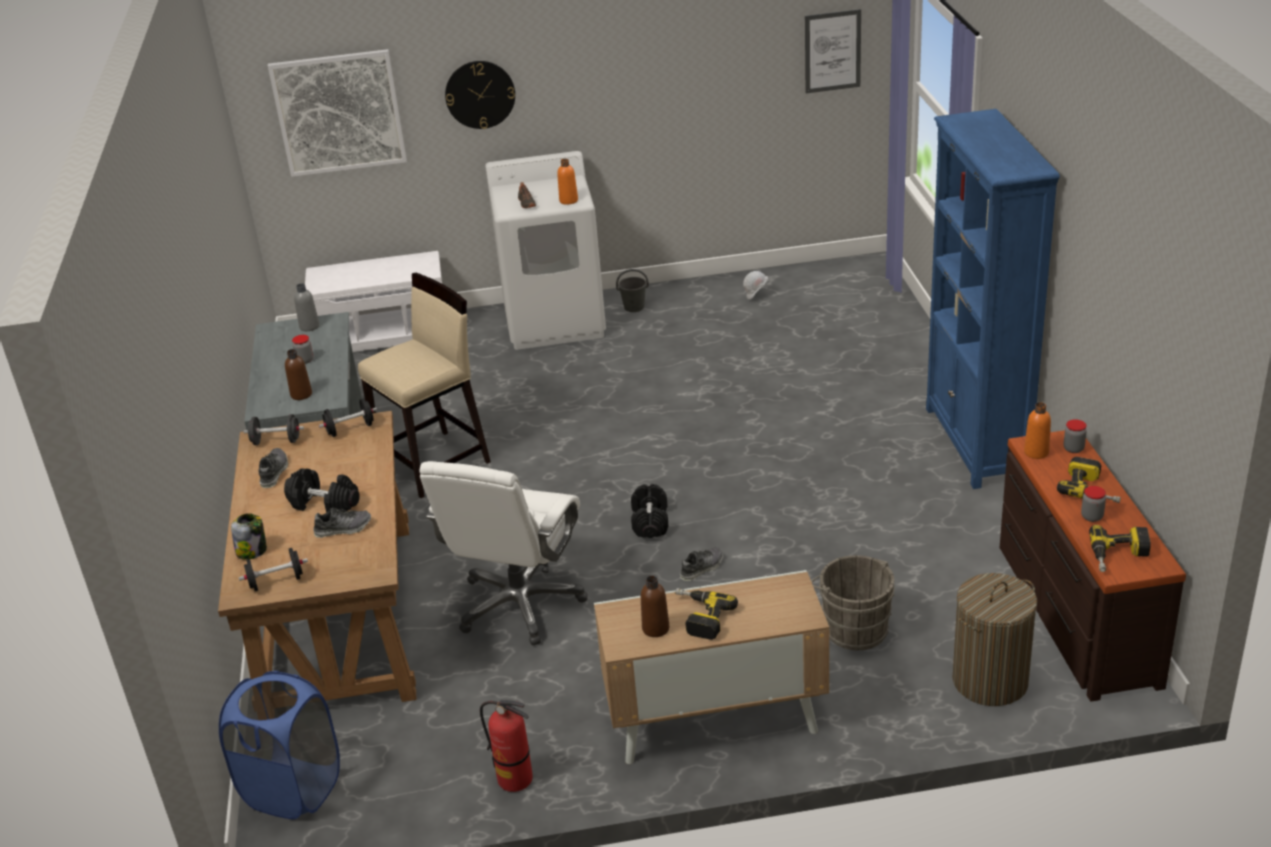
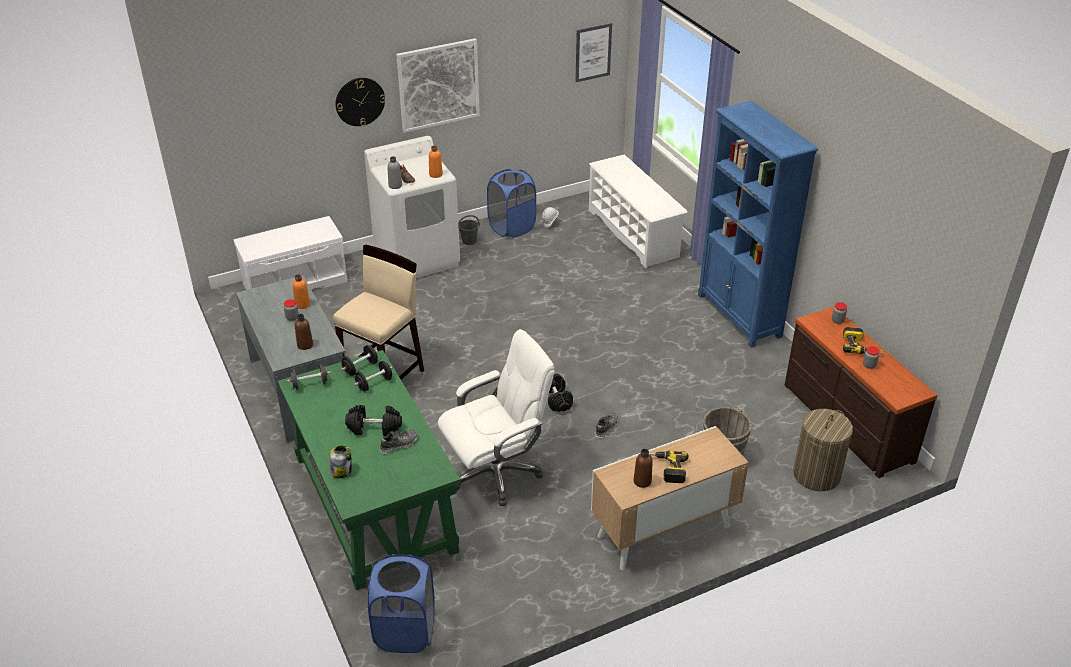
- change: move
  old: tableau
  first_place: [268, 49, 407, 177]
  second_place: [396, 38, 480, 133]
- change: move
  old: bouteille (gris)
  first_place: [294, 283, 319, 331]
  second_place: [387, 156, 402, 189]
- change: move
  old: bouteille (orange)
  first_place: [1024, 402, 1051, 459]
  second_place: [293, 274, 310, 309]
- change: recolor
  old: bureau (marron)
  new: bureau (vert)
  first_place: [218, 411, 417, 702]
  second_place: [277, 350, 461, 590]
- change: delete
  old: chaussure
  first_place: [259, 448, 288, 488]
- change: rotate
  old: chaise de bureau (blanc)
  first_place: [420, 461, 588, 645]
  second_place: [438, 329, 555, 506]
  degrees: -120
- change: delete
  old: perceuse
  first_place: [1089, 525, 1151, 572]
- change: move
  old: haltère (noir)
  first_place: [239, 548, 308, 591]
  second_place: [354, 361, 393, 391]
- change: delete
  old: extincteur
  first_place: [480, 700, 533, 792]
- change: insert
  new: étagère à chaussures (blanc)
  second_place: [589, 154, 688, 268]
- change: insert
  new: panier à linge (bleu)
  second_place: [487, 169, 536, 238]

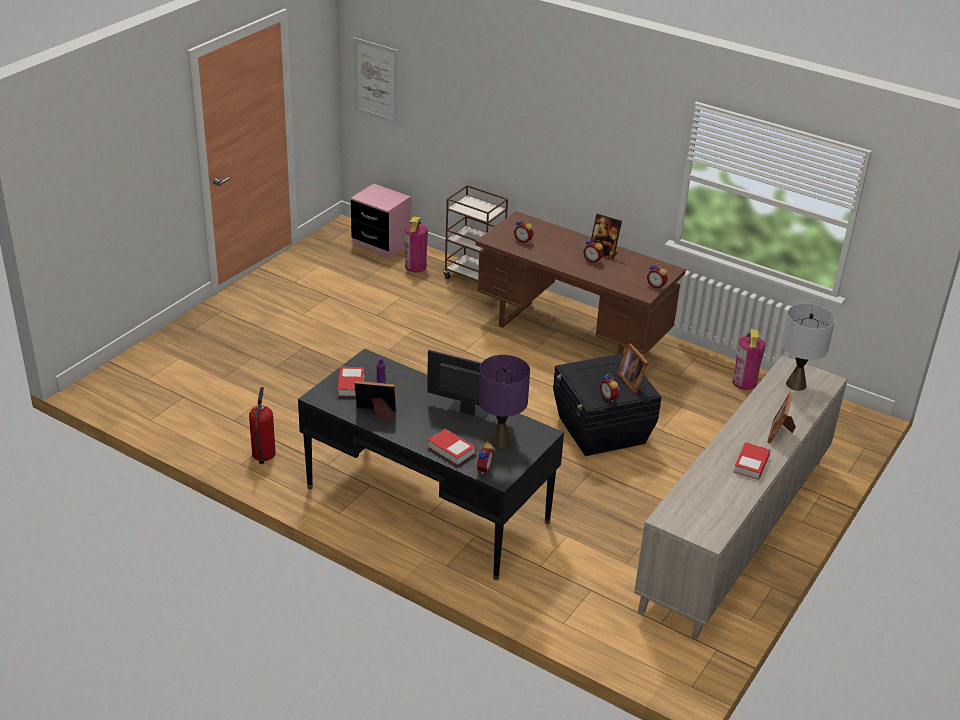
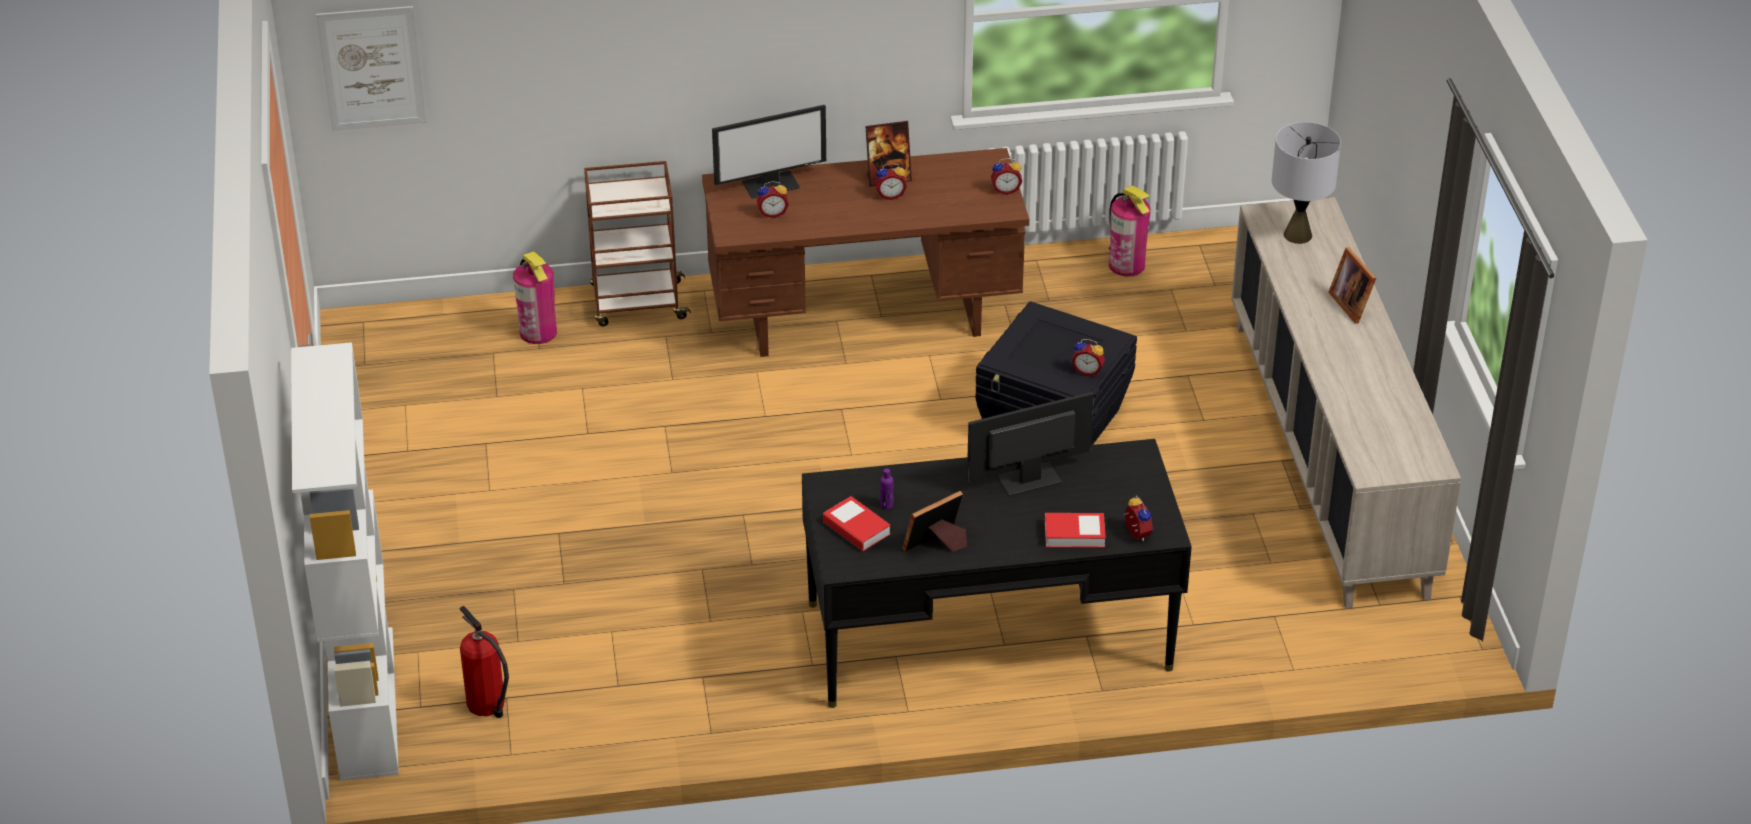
- change: delete
  old: table de chevet (rose)
  first_place: [351, 184, 411, 258]
- change: delete
  old: cadre photo
  first_place: [617, 343, 648, 393]
- change: delete
  old: lampe de table (violet)
  first_place: [478, 355, 530, 448]
- change: move
  old: extincteur
  first_place: [249, 387, 276, 464]
  second_place: [460, 606, 509, 718]
- change: delete
  old: livre
  first_place: [734, 442, 770, 480]
- change: insert
  new: écran d'ordinateur
  second_place: [712, 105, 826, 199]
- change: insert
  new: bibliothèque (blanc)
  second_place: [291, 342, 399, 781]

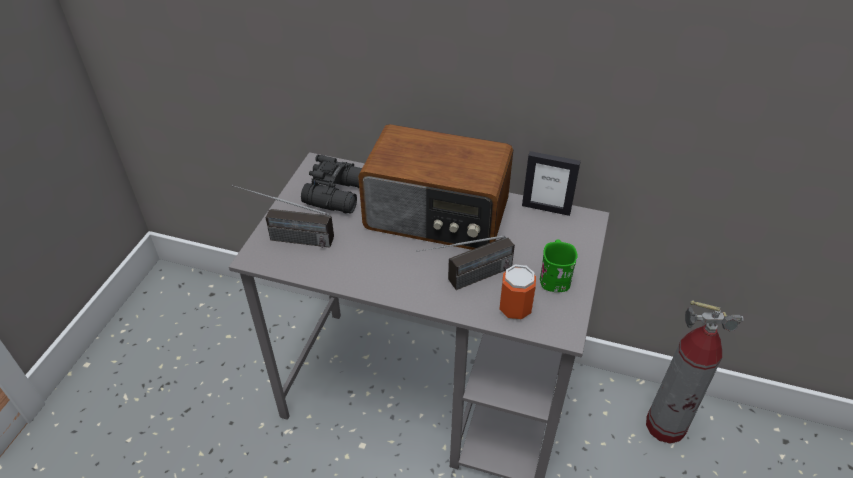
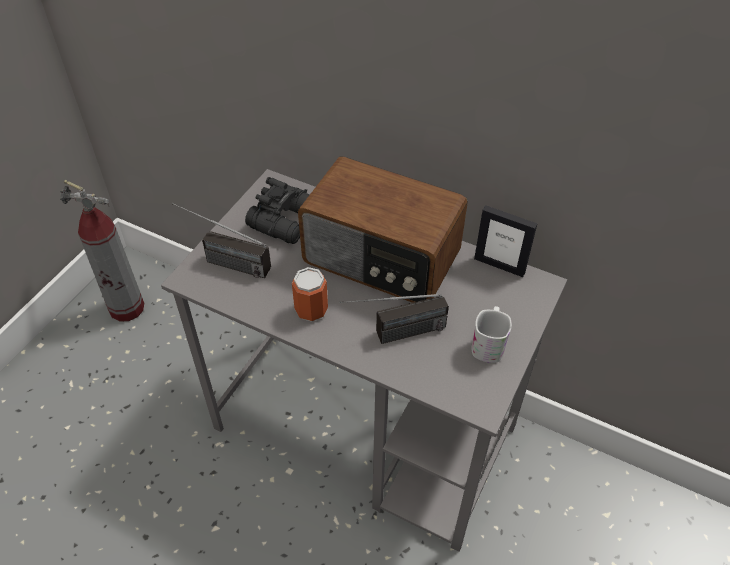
- change: recolor
  old: mug (vert)
  new: mug (blanc)
  first_place: [540, 240, 578, 292]
  second_place: [471, 306, 512, 363]
- change: move
  old: boîte métallique
  first_place: [499, 265, 536, 320]
  second_place: [292, 267, 328, 322]
- change: move
  old: extincteur
  first_place: [646, 300, 744, 444]
  second_place: [60, 180, 144, 322]

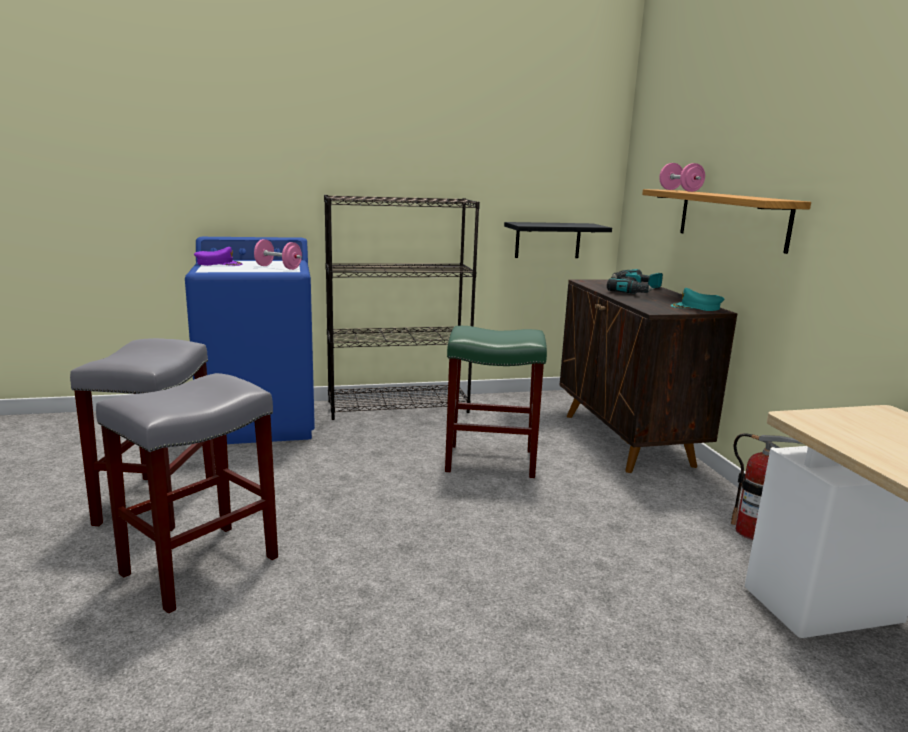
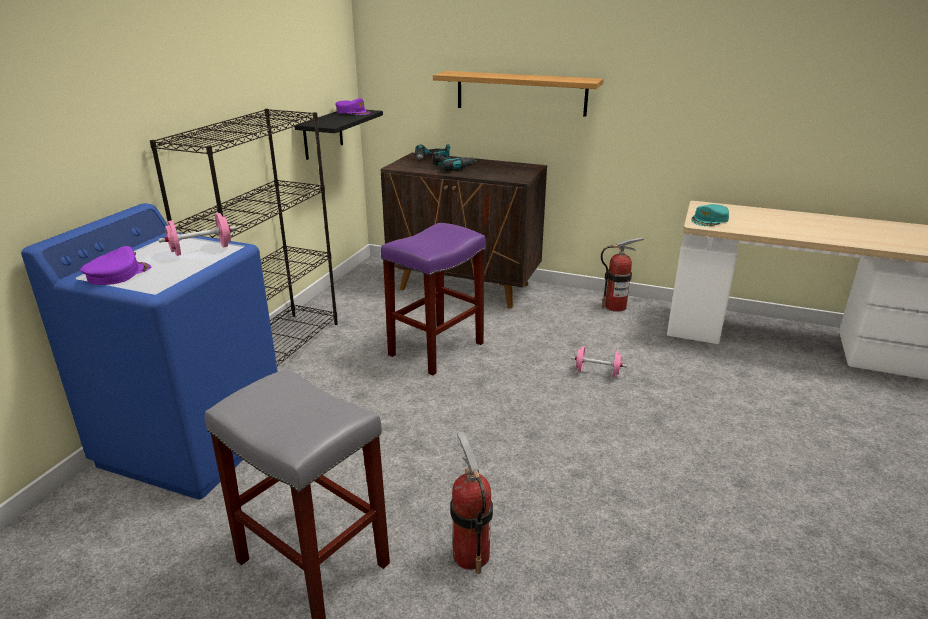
- change: move
  old: haltère (rose)
  first_place: [659, 163, 705, 192]
  second_place: [571, 346, 627, 378]
- change: move
  old: casquette (turquoise)
  first_place: [671, 288, 724, 311]
  second_place: [691, 204, 729, 226]
- change: recolor
  old: tabouret (vert)
  new: tabouret (violet)
  first_place: [445, 326, 547, 478]
  second_place: [381, 223, 486, 375]
- change: replace
  old: tabouret (gris)
  new: extincteur
  first_place: [96, 373, 278, 614]
  second_place: [450, 431, 493, 574]
- change: insert
  new: casquette (violet)
  second_place: [335, 98, 371, 115]

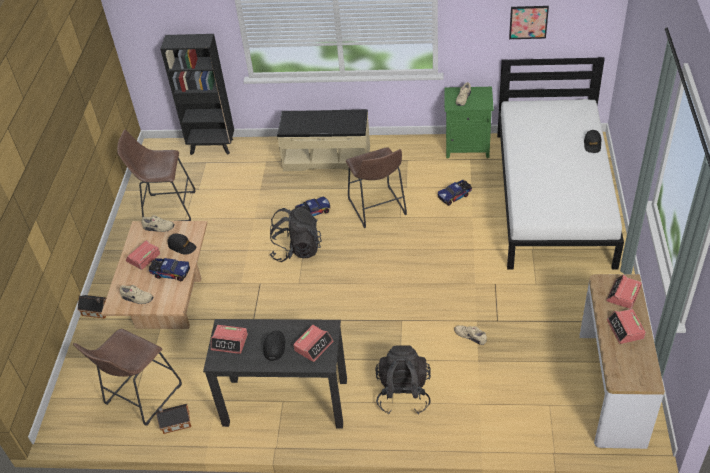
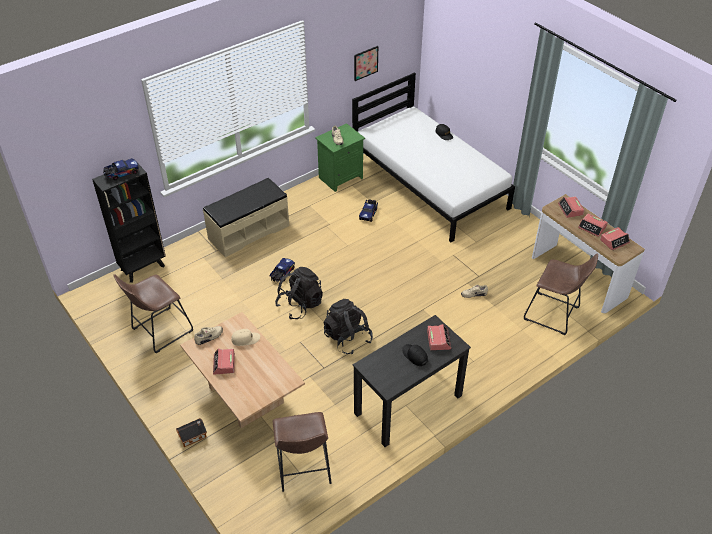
- change: move
  old: tabouret (marron)
  first_place: [346, 147, 407, 228]
  second_place: [524, 253, 598, 335]
- change: recolor
  old: casquette (noir)
  new: casquette (beige)
  first_place: [168, 233, 196, 255]
  second_place: [231, 329, 260, 346]
- change: move
  old: camion jouet
  first_place: [149, 258, 190, 281]
  second_place: [103, 158, 139, 180]
- change: delete
  old: chaussure (beige)
  first_place: [119, 285, 153, 304]
- change: move
  old: réveil
  first_place: [211, 325, 248, 354]
  second_place: [600, 227, 630, 251]
- change: move
  old: sac à dos (noir)
  first_place: [375, 345, 431, 414]
  second_place: [323, 299, 373, 354]
- change: delete
  old: maison miniature
  first_place: [156, 404, 191, 434]

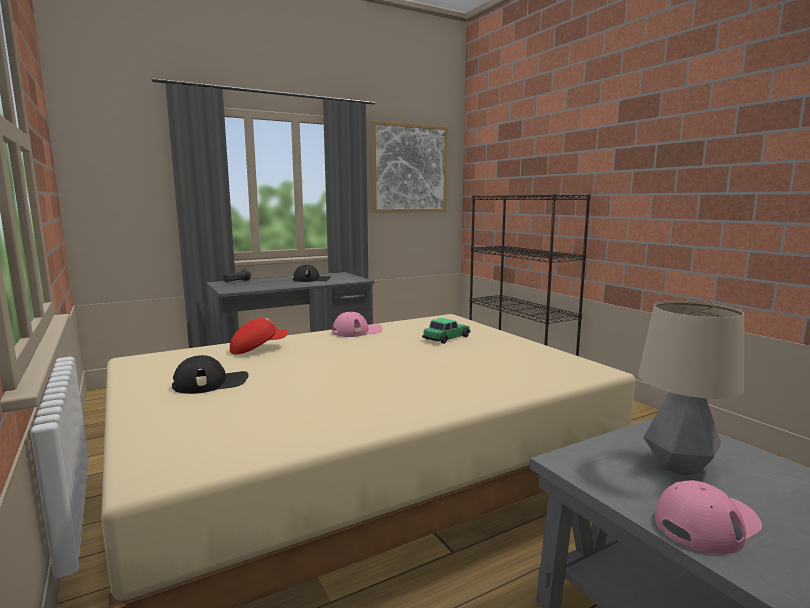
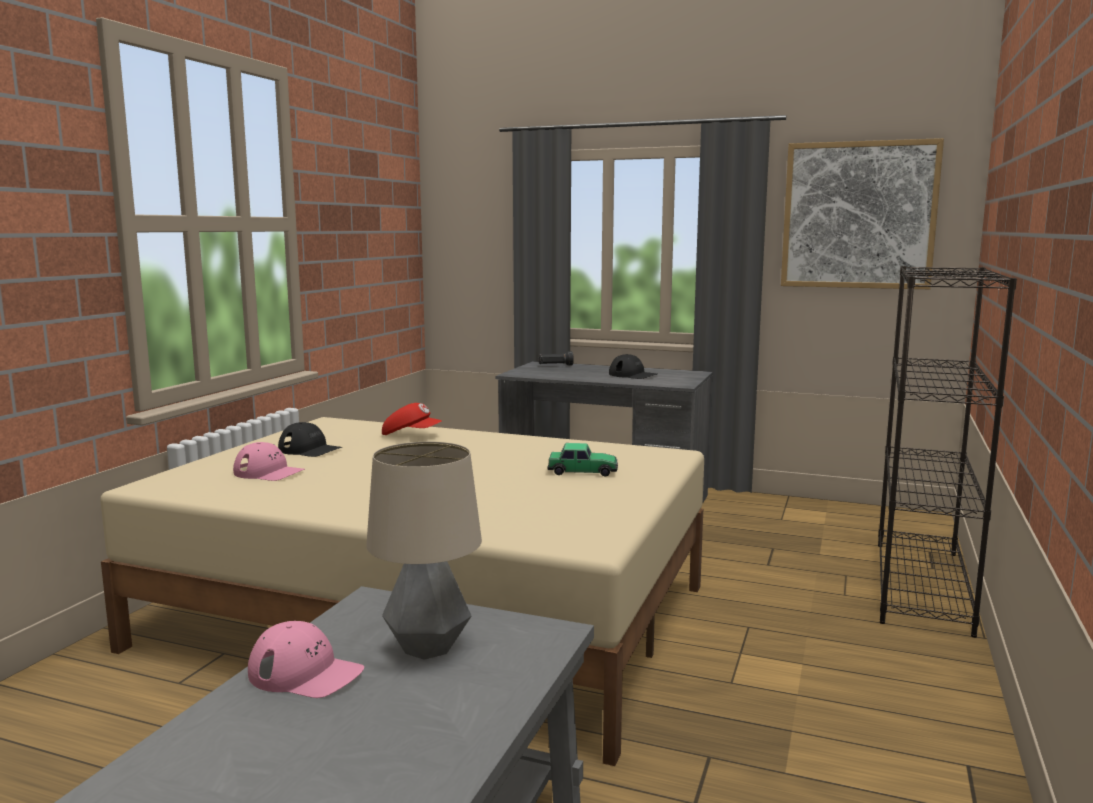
- change: move
  old: casquette (rose)
  first_place: [332, 312, 383, 337]
  second_place: [233, 442, 305, 481]

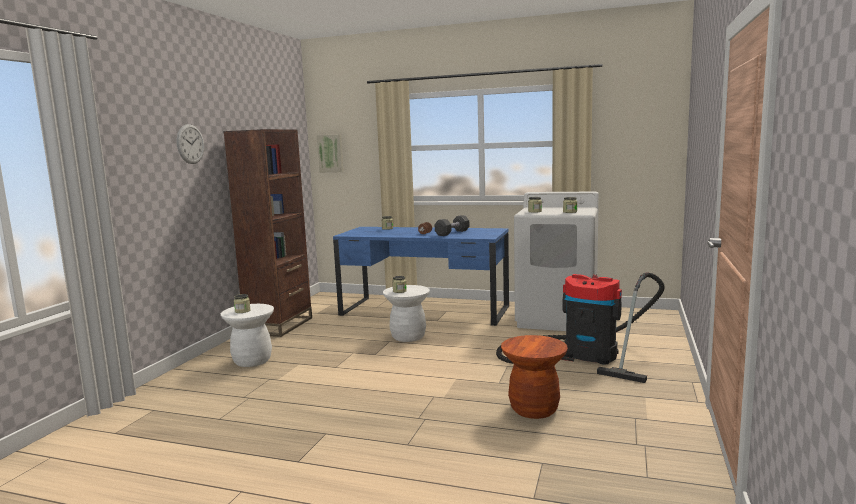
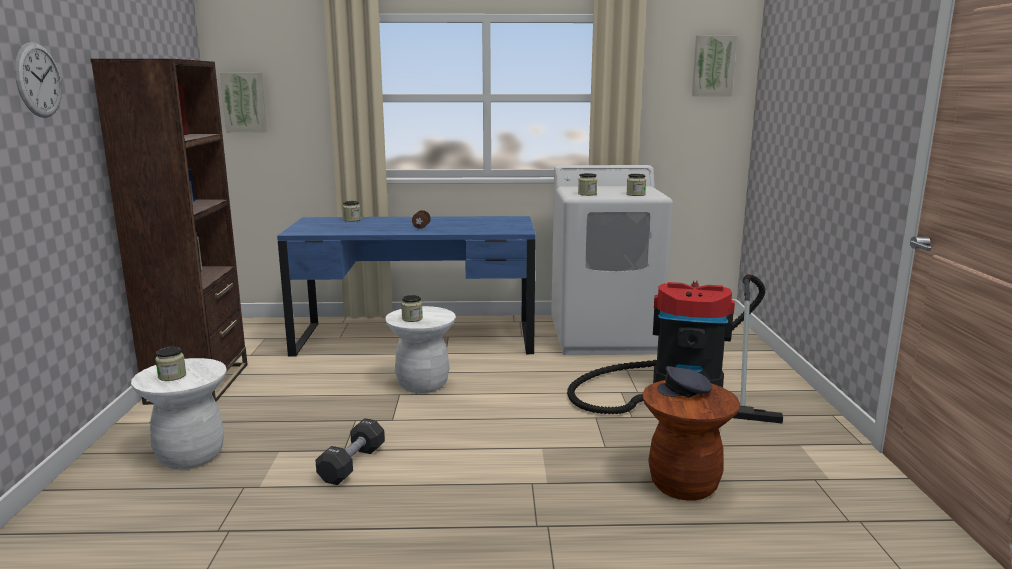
- change: move
  old: haltère (noir)
  first_place: [435, 215, 469, 236]
  second_place: [315, 418, 385, 485]
- change: insert
  new: tableau
  second_place: [692, 35, 737, 96]
- change: insert
  new: casquette (gris)
  second_place: [657, 366, 712, 397]

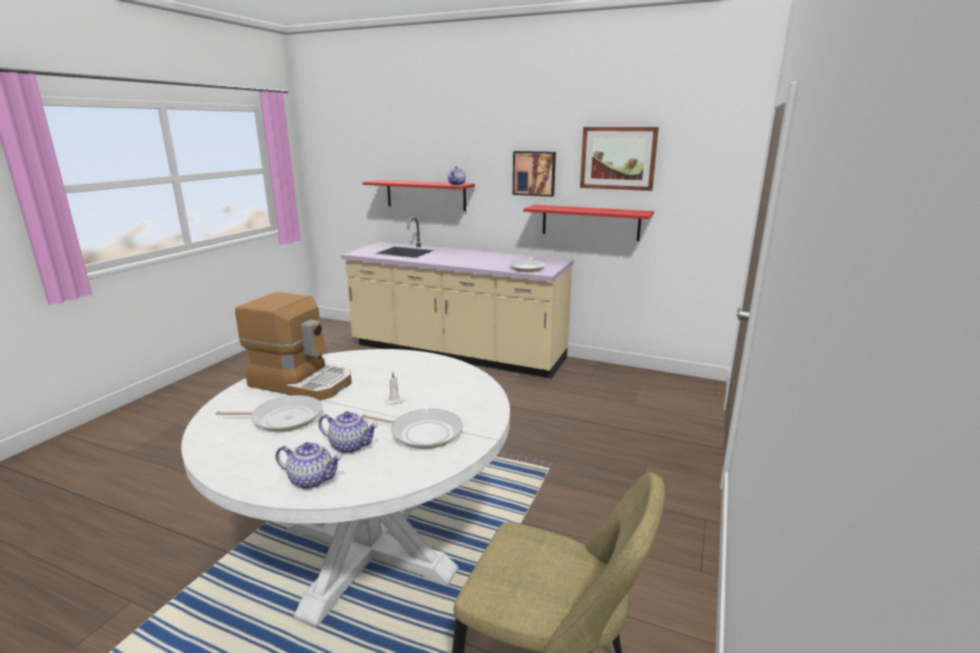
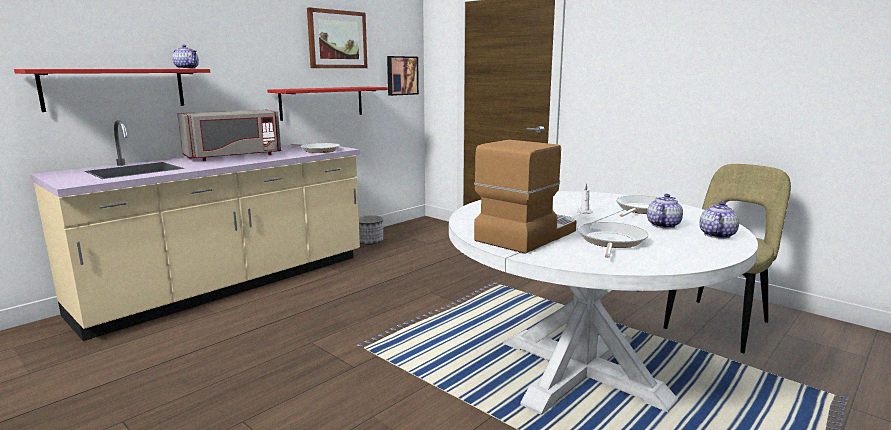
- change: move
  old: tableau
  first_place: [513, 151, 556, 197]
  second_place: [387, 56, 419, 96]
- change: insert
  new: micro-ondes (gris)
  second_place: [177, 109, 281, 161]
- change: insert
  new: cache-pot
  second_place: [359, 215, 383, 245]

